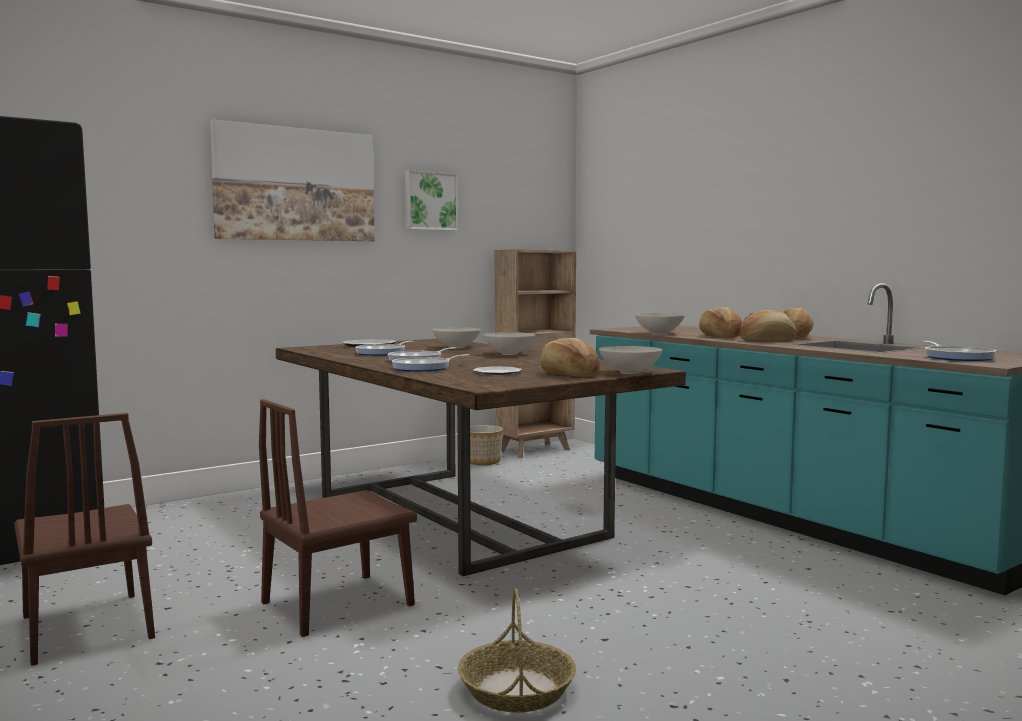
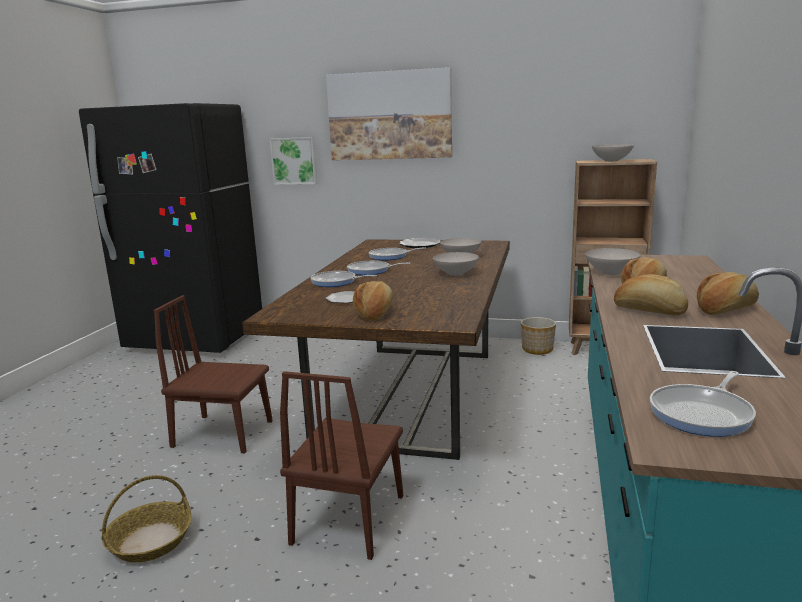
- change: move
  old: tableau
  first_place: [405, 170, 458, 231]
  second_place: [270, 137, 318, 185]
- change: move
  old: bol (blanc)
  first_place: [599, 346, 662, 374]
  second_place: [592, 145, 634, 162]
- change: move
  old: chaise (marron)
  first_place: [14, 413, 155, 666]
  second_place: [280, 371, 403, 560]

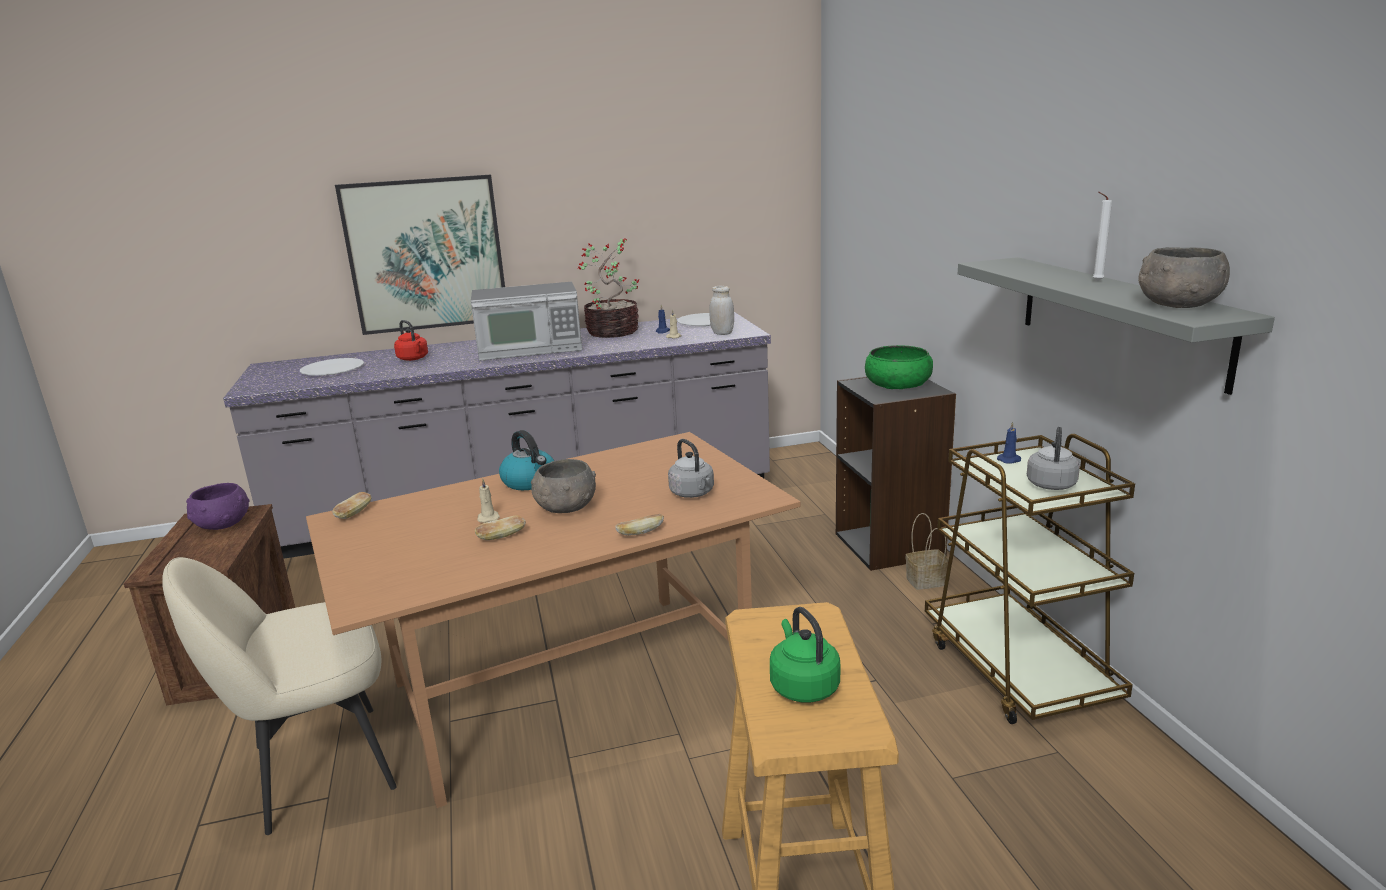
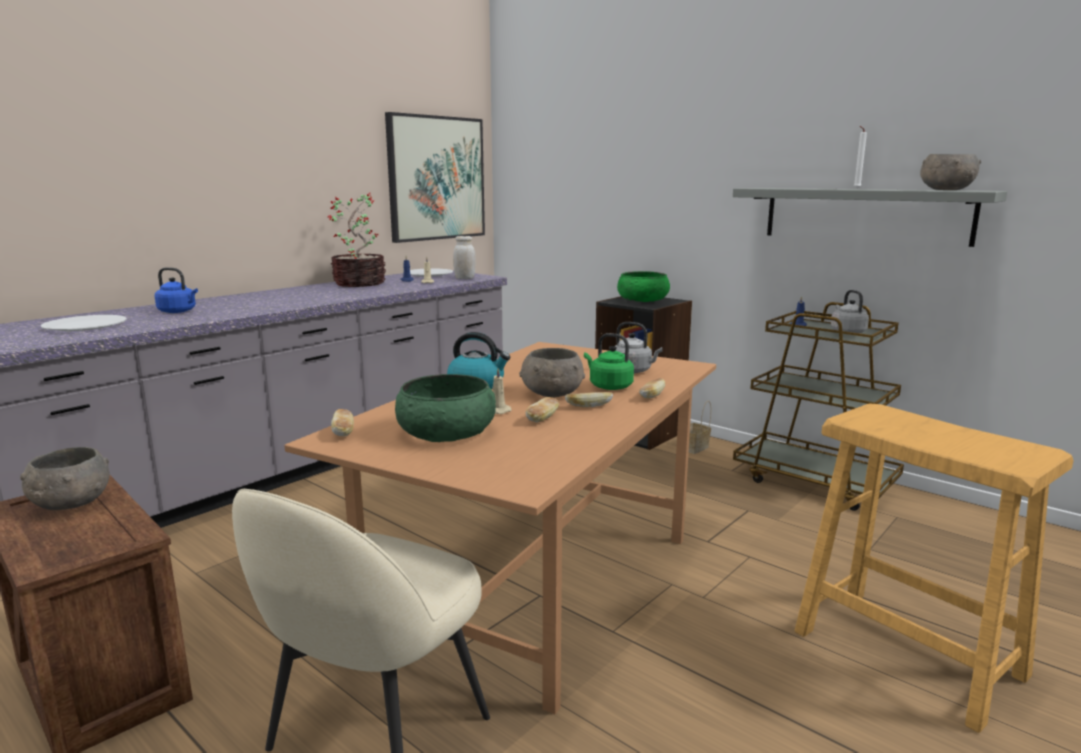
- change: move
  old: tableau
  first_place: [335, 175, 505, 335]
  second_place: [385, 112, 485, 243]
- change: delete
  old: micro-ondes
  first_place: [471, 282, 582, 361]
- change: recolor
  old: bouilloire (rouge)
  new: bouilloire (bleu)
  first_place: [394, 320, 428, 361]
  second_place: [155, 267, 198, 313]
- change: recolor
  old: bol (violet)
  new: bol (gris)
  first_place: [186, 483, 249, 530]
  second_place: [20, 447, 110, 510]
- change: move
  old: bouilloire (vert)
  first_place: [770, 607, 840, 703]
  second_place: [584, 333, 634, 390]
- change: insert
  new: bol (vert)
  second_place: [395, 374, 496, 442]
- change: insert
  new: pain
  second_place: [565, 391, 613, 407]

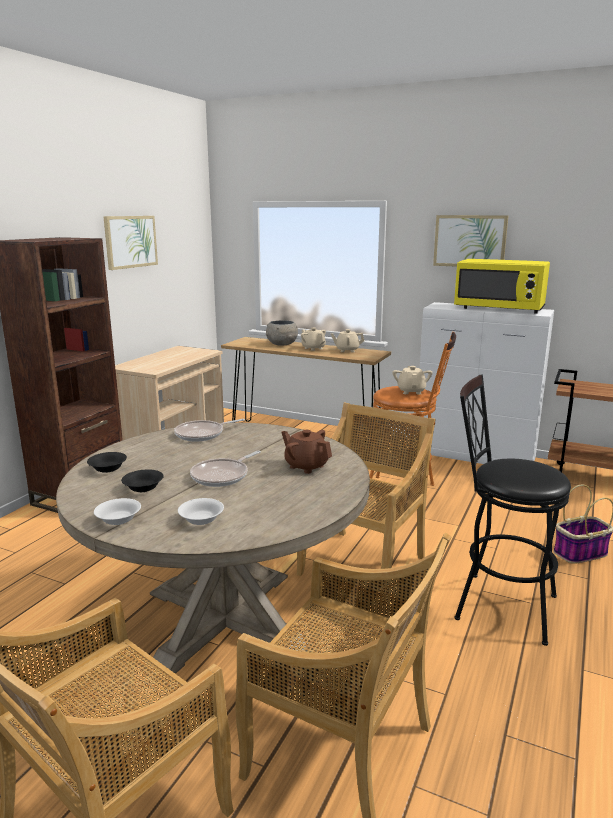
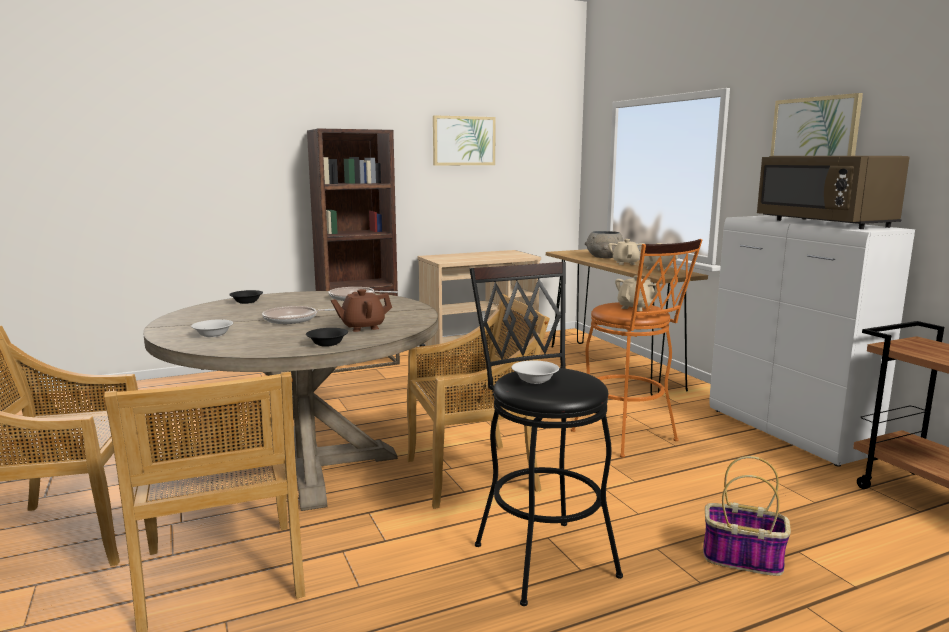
- change: recolor
  old: micro-ondes (jaune)
  new: micro-ondes (marron)
  first_place: [454, 259, 550, 314]
  second_place: [757, 156, 909, 229]
- change: rotate
  old: théière (marron)
  first_place: [281, 430, 332, 474]
  second_place: [331, 289, 392, 332]
  degrees: -105
- change: move
  old: bol (noir)
  first_place: [121, 469, 164, 492]
  second_place: [306, 328, 348, 347]
- change: move
  old: bol (blanc)
  first_place: [94, 498, 141, 525]
  second_place: [511, 360, 559, 384]

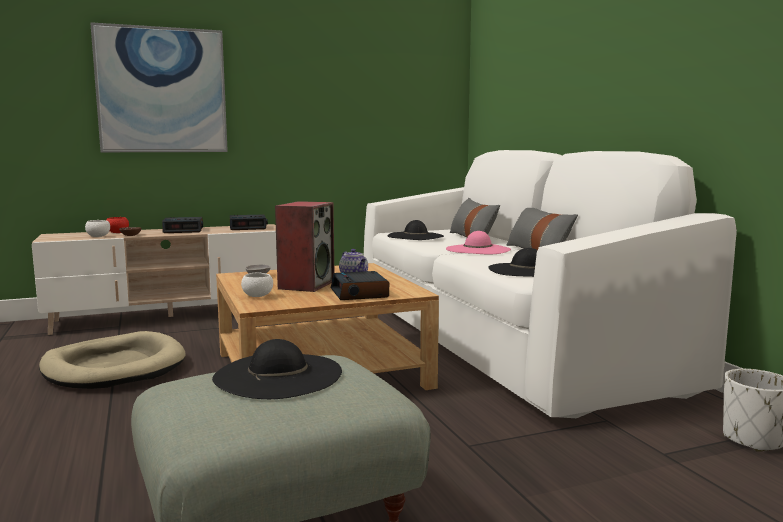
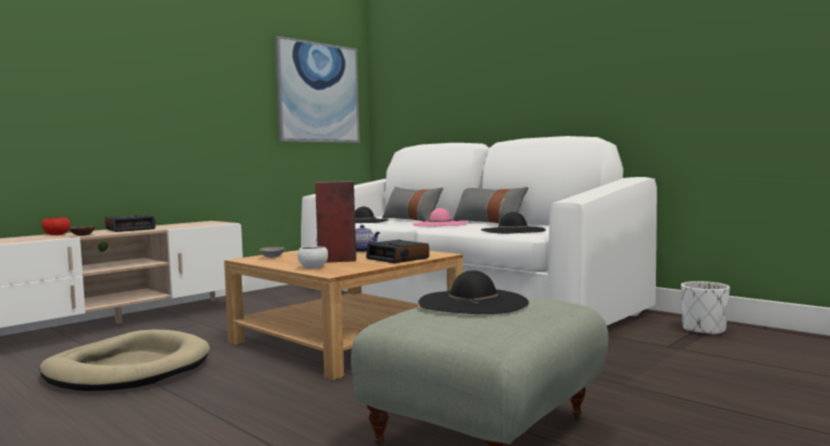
- change: move
  old: tableau
  first_place: [90, 22, 228, 152]
  second_place: [275, 36, 360, 143]
- change: delete
  old: réveil
  first_place: [230, 214, 268, 230]
- change: delete
  old: bol (blanc)
  first_place: [85, 220, 110, 237]

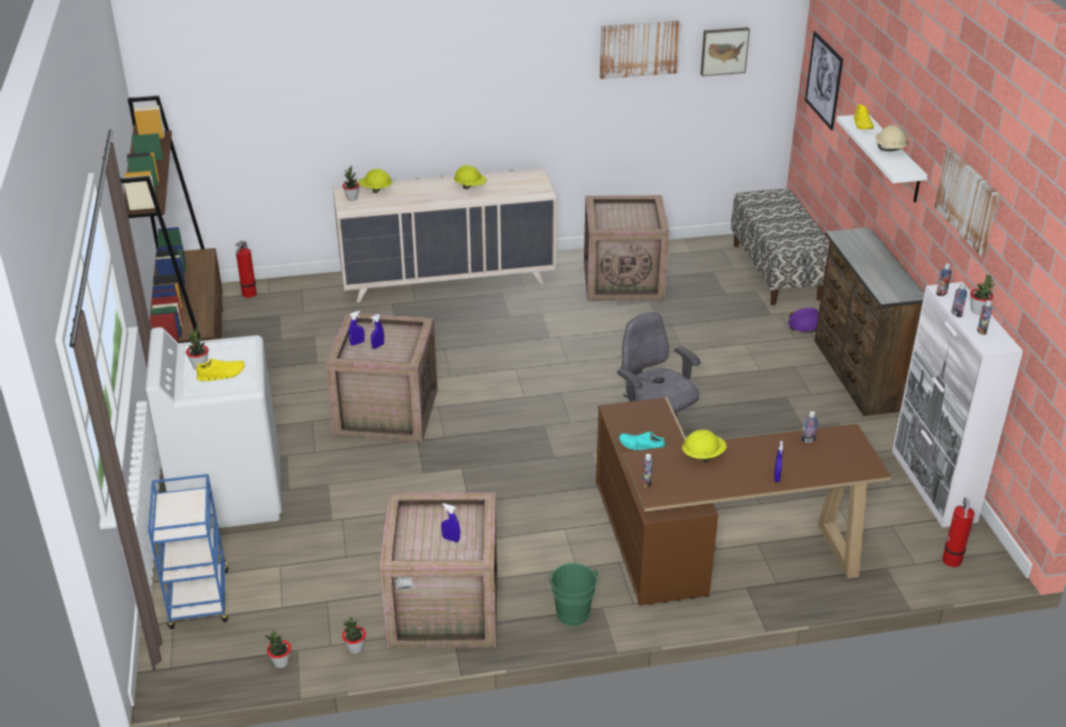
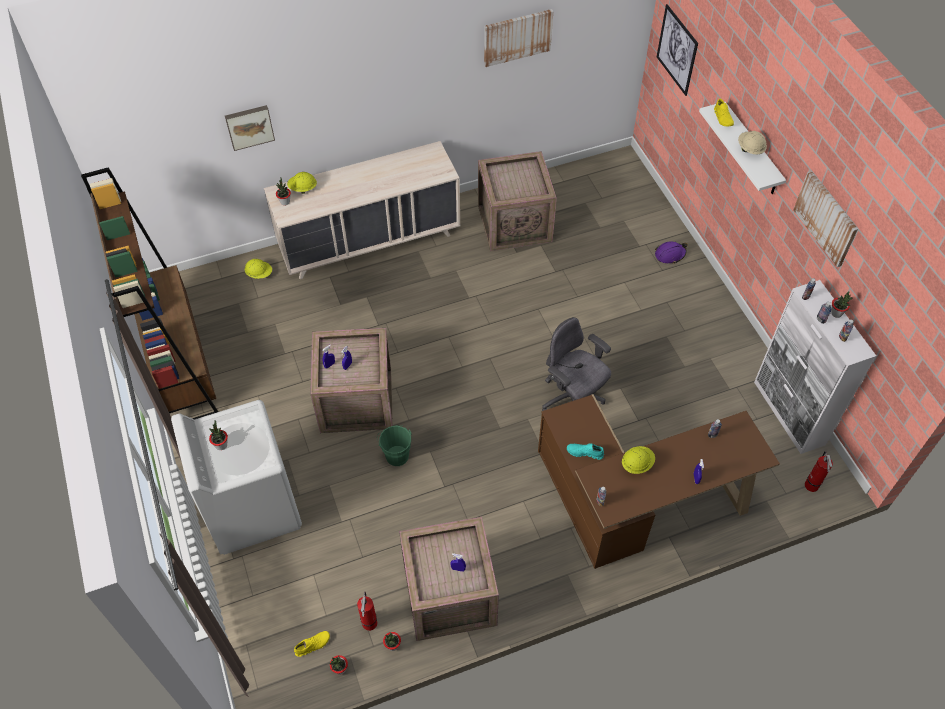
- change: move
  old: tableau
  first_place: [700, 27, 750, 76]
  second_place: [225, 105, 275, 151]
- change: move
  old: casque de chantier (jaune)
  first_place: [454, 165, 487, 189]
  second_place: [245, 259, 272, 279]
- change: delete
  old: banc
  first_place: [731, 189, 829, 305]
- change: delete
  old: commode (marron)
  first_place: [814, 227, 925, 416]
- change: move
  old: extincteur
  first_place: [235, 240, 257, 298]
  second_place: [357, 592, 377, 631]
- change: move
  old: chaussure (jaune)
  first_place: [196, 359, 245, 381]
  second_place: [294, 631, 330, 657]
- change: delete
  old: chariot (bleu)
  first_place: [148, 474, 229, 629]
- change: move
  old: seau (vert)
  first_place: [548, 563, 598, 626]
  second_place: [377, 425, 412, 466]

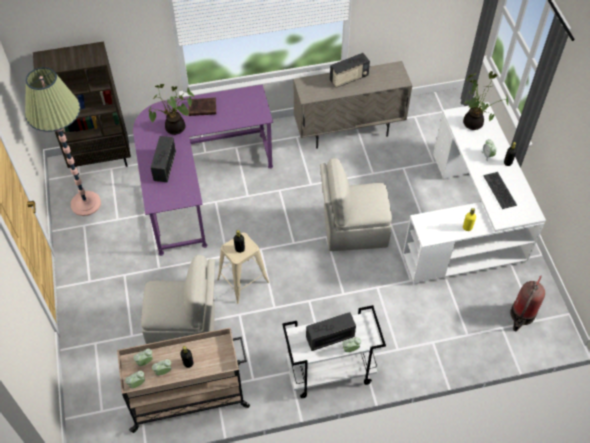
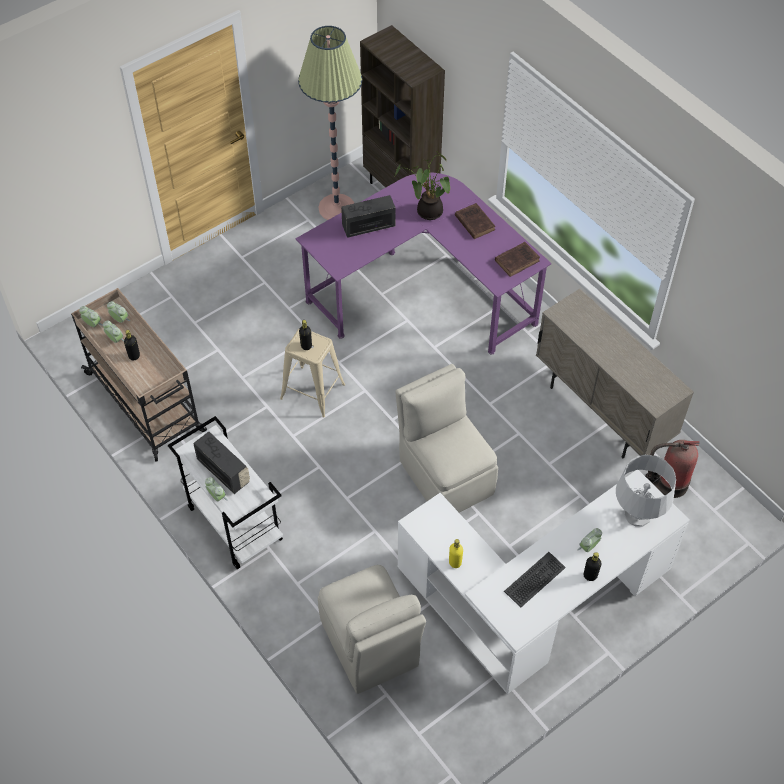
- change: delete
  old: radio
  first_place: [330, 53, 370, 88]
- change: replace
  old: plante en pot
  new: lampe de table (gris)
  first_place: [463, 71, 508, 130]
  second_place: [616, 455, 676, 527]
- change: move
  old: chaise (beige)
  first_place: [141, 255, 215, 344]
  second_place: [318, 565, 426, 694]
- change: move
  old: extincteur
  first_place: [510, 275, 545, 331]
  second_place: [645, 440, 700, 498]
- change: insert
  new: livre (marron)
  second_place: [495, 242, 540, 277]

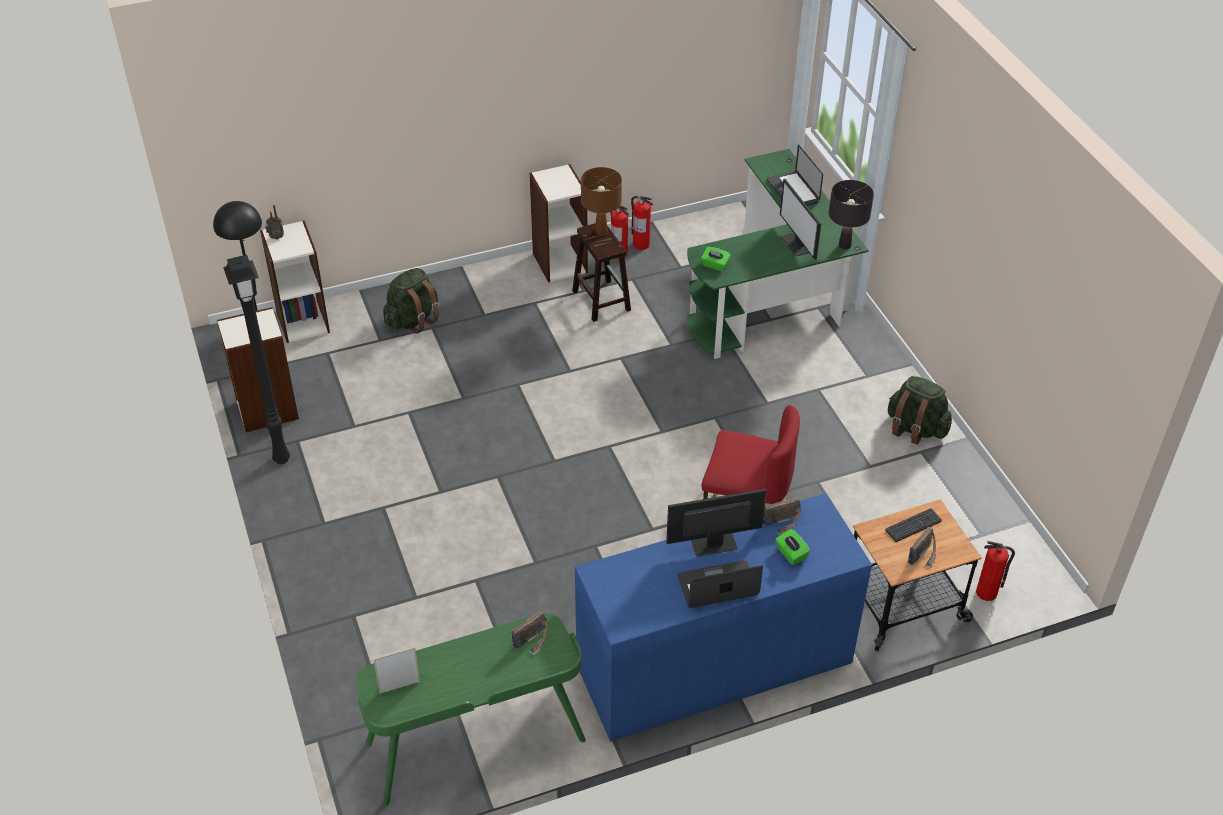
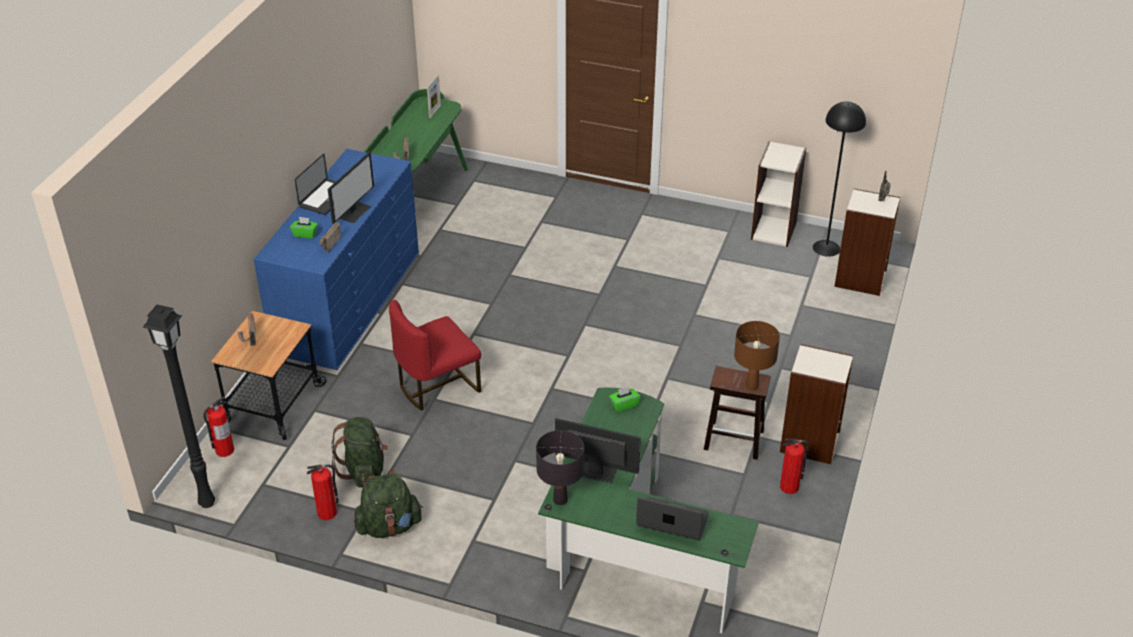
- change: move
  old: extincteur
  first_place: [631, 196, 653, 250]
  second_place: [307, 464, 339, 520]
- change: move
  old: lampadaire (noir)
  first_place: [223, 255, 290, 464]
  second_place: [142, 305, 215, 508]
- change: move
  old: sac à dos (vert)
  first_place: [383, 268, 440, 334]
  second_place: [331, 417, 388, 488]
- change: delete
  old: clavier
  first_place: [885, 508, 942, 542]

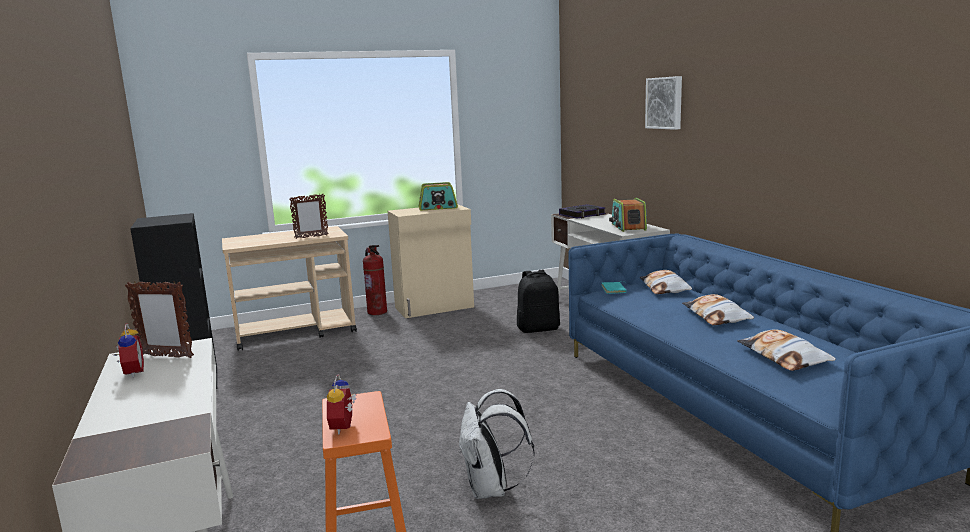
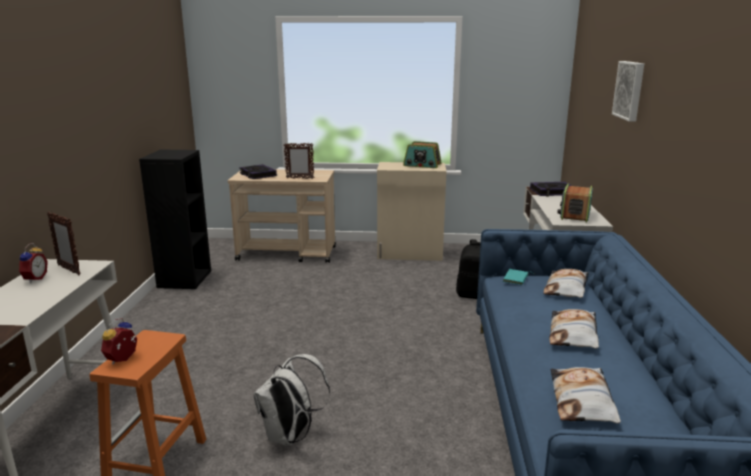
- change: delete
  old: extincteur
  first_place: [363, 245, 387, 315]
- change: insert
  new: livre
  second_place: [239, 164, 277, 179]

